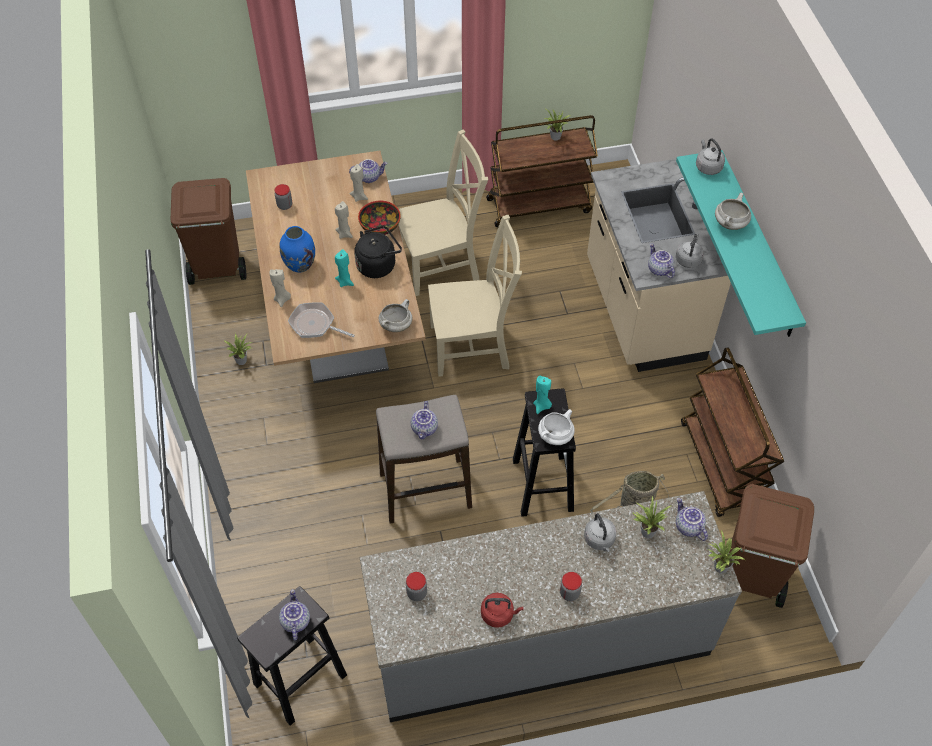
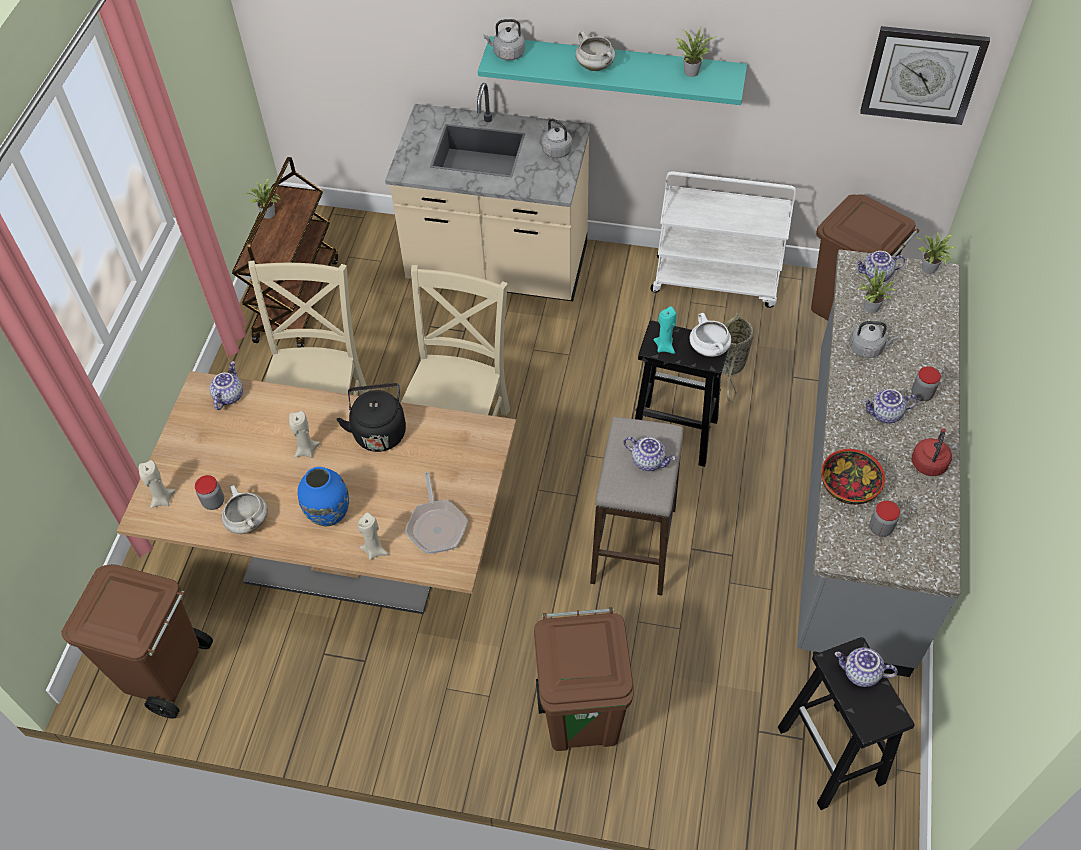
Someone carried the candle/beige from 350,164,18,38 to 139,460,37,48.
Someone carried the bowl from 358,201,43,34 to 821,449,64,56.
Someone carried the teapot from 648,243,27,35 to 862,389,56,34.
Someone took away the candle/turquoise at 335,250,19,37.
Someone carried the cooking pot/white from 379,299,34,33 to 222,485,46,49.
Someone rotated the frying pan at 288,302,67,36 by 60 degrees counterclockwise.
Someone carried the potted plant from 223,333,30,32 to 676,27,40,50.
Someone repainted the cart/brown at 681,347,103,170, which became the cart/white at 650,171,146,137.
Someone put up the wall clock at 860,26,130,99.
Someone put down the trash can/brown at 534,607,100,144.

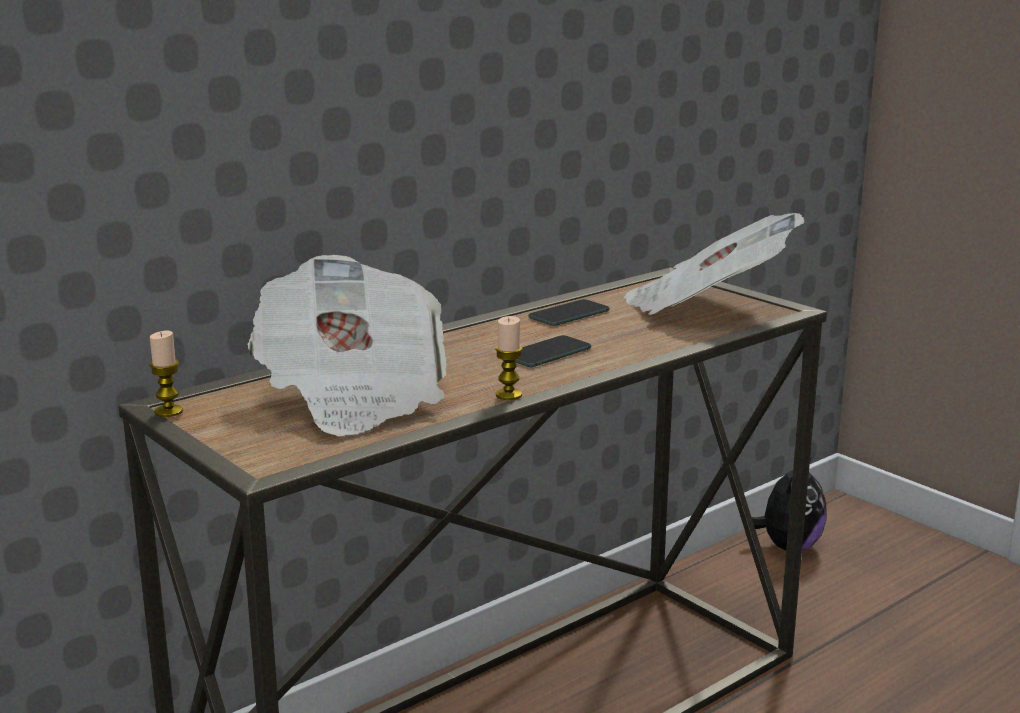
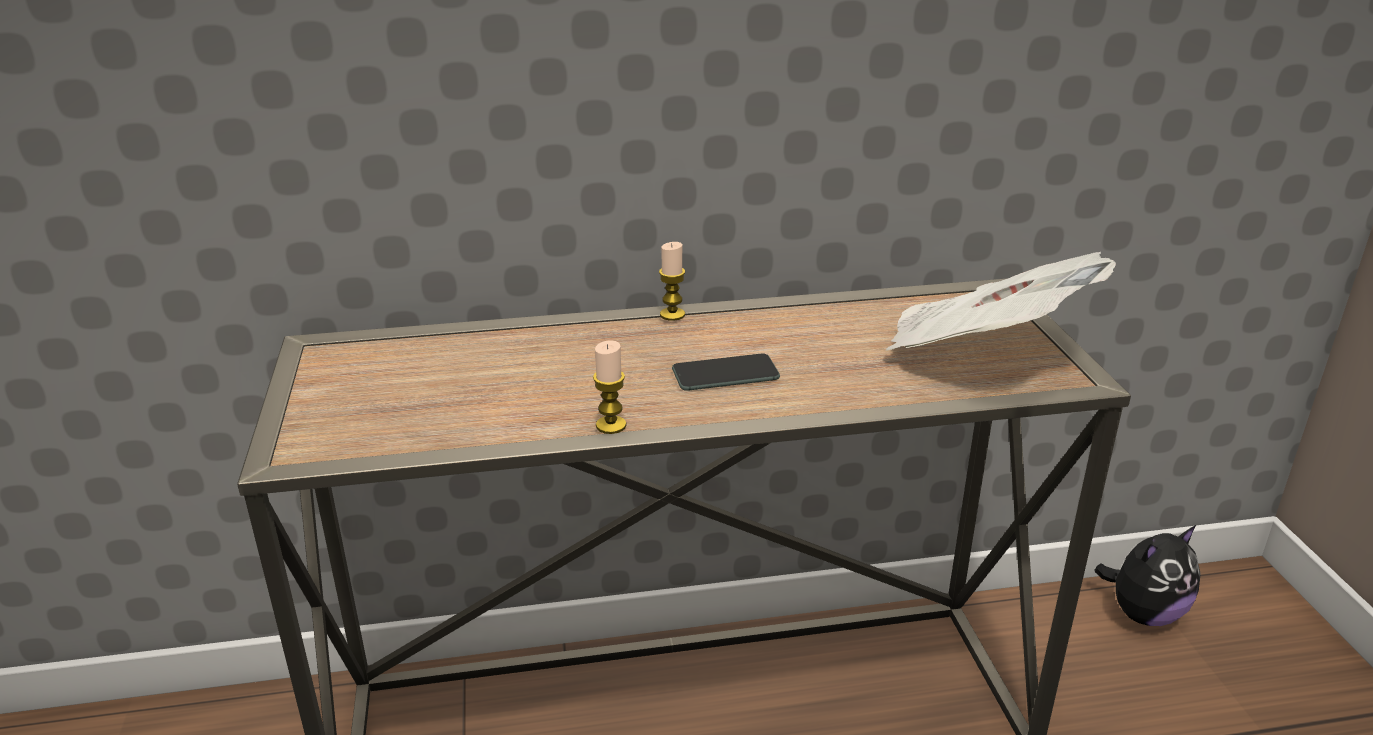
Someone took away the newspaper at 247,255,199,181.
Someone took away the phone at 528,299,82,27.
Someone carried the candle from 149,331,34,86 to 659,242,26,79.

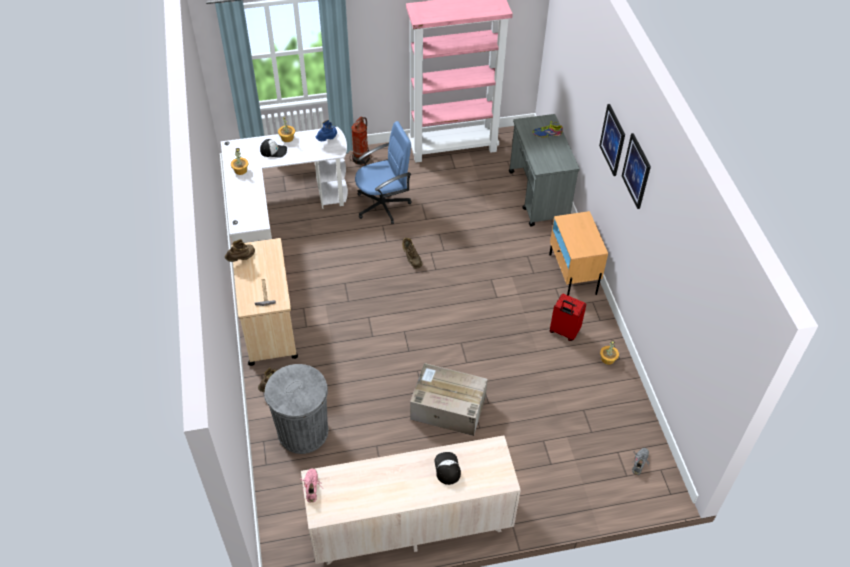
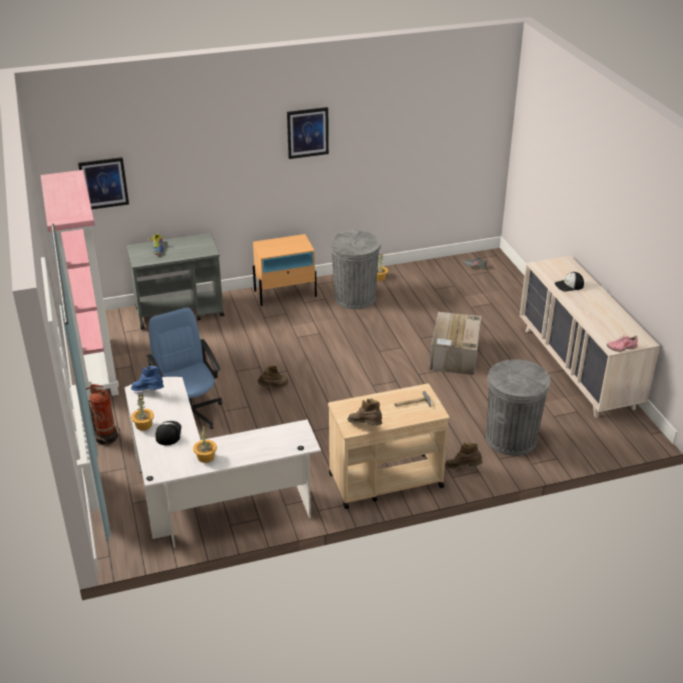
Someone carried the picture from 599,104,26,72 to 78,157,51,52.
Someone swapped the suitcase/red at 549,294,37,47 for the trash can/grey at 330,230,51,79.

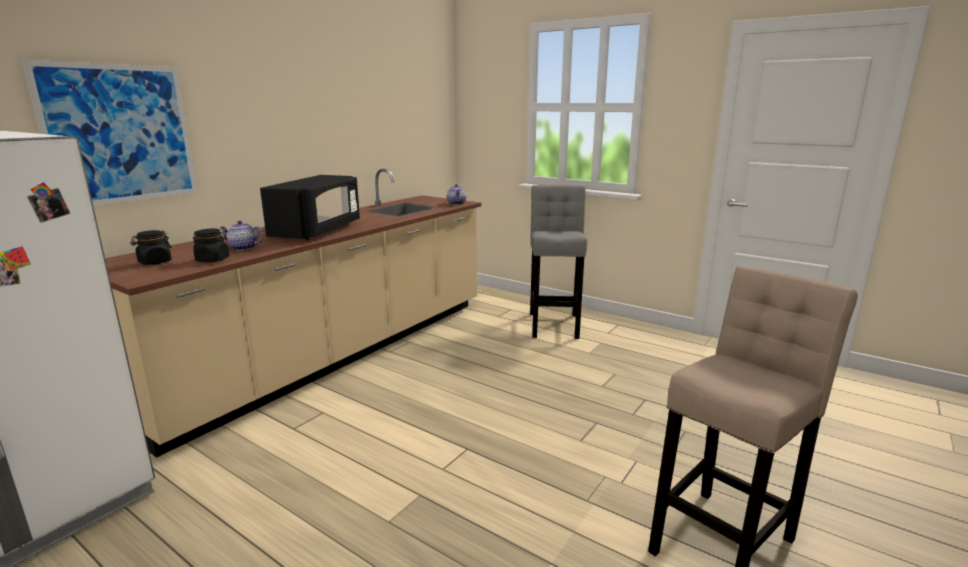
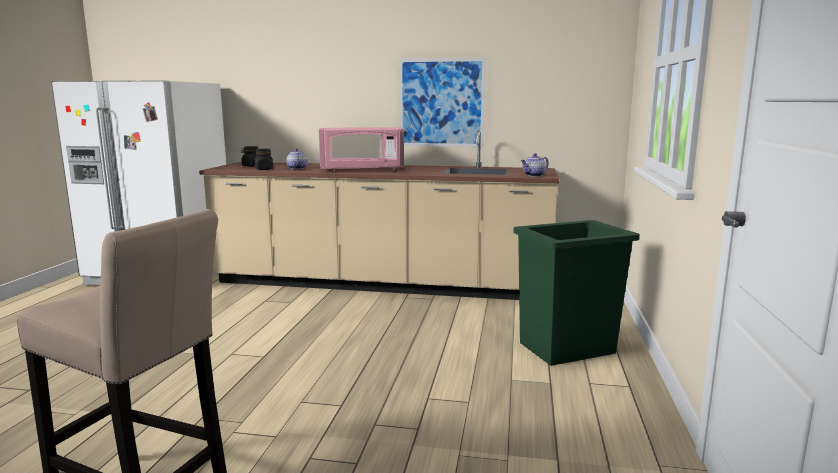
Someone carried the picture from 22,60,176,146 to 399,58,87,89.
Someone repainted the microwave/black at 260,175,100,65, which became the microwave/pink at 319,127,85,45.
Someone swapped the stool/grey at 530,185,57,154 for the trash can/green at 514,220,126,146.

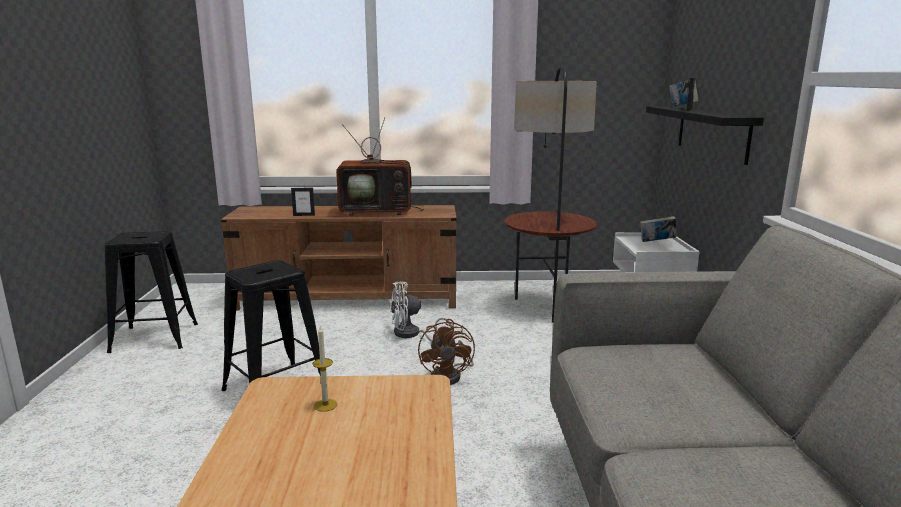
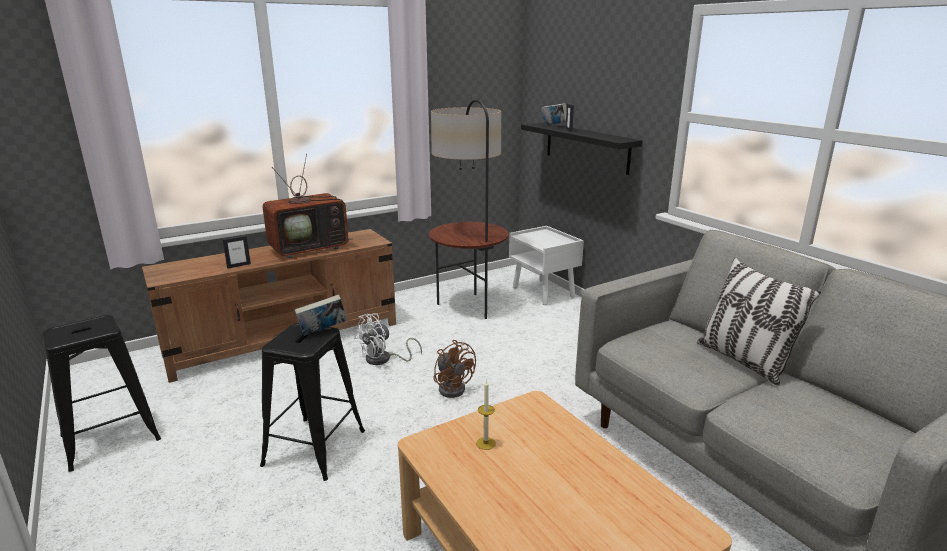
Someone carried the book from 640,216,36,26 to 294,295,53,41.
Someone put down the pillow at 697,258,124,128.

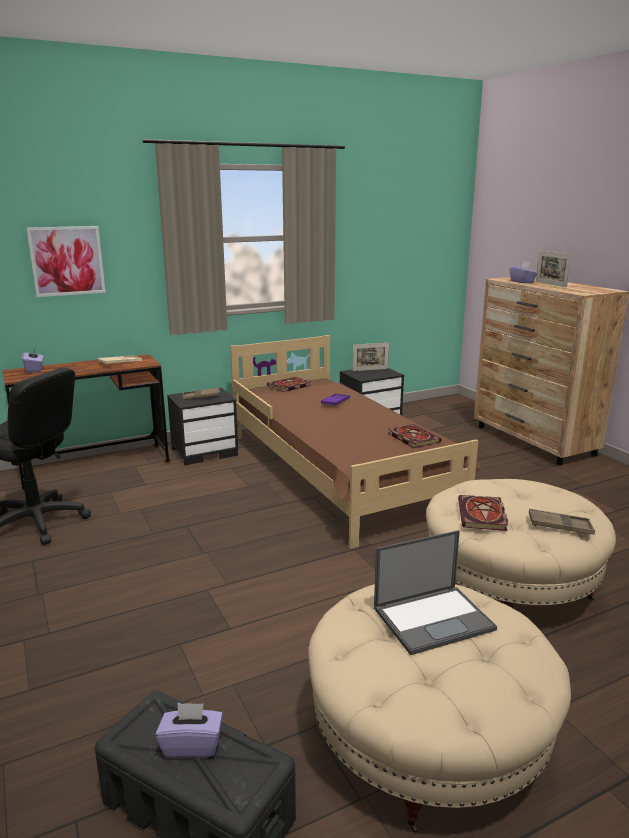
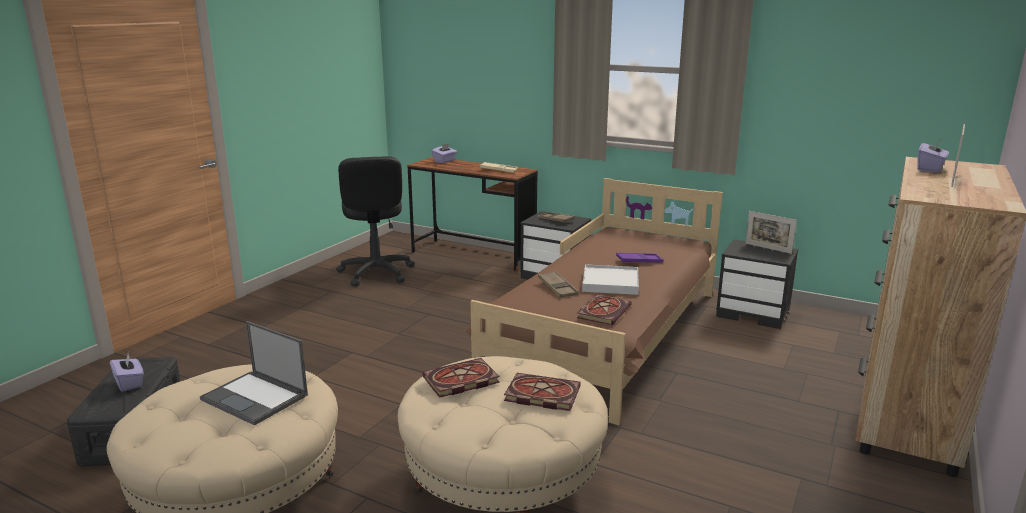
Someone took away the picture at 26,226,80,71.
Someone carried the book from 267,377,44,15 to 504,373,77,38.
Someone carried the tray/brown from 529,509,66,26 to 538,272,41,26.
Someone put down the tray/white at 582,264,57,31.

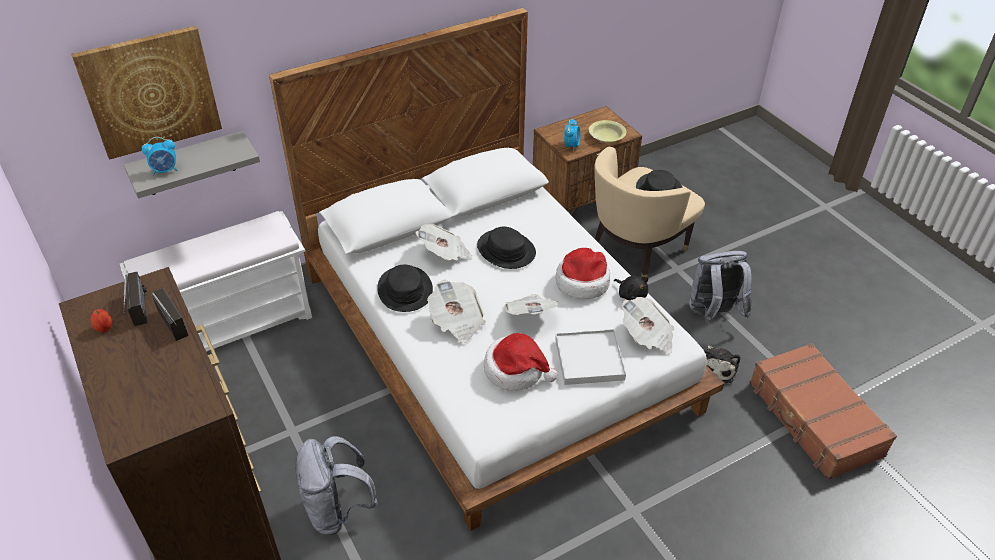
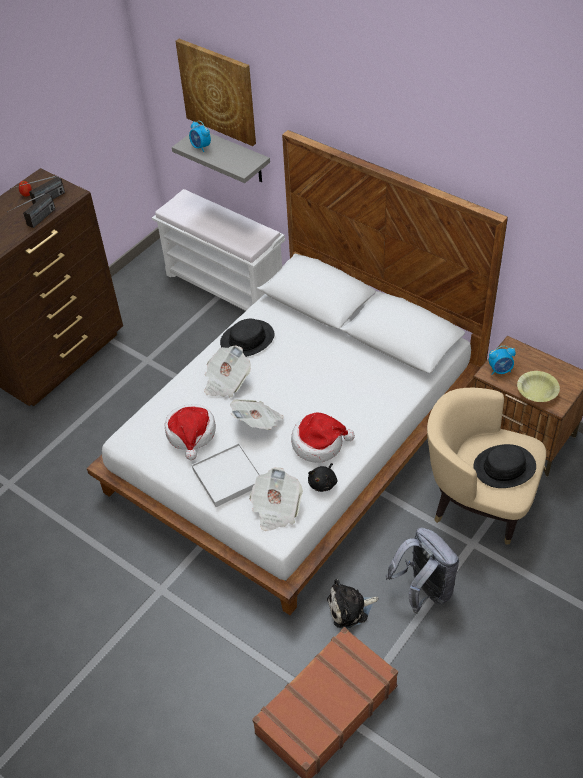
Someone took away the newspaper at 416,223,56,38.
Someone took away the hat/black at 477,227,59,42.
Someone took away the backpack/grey at 295,436,83,99.

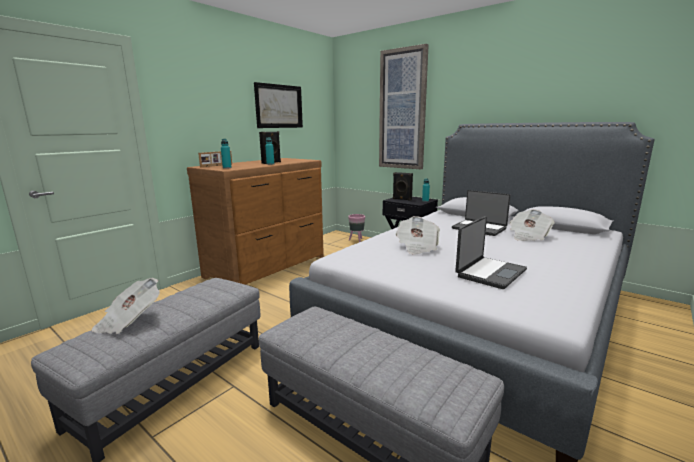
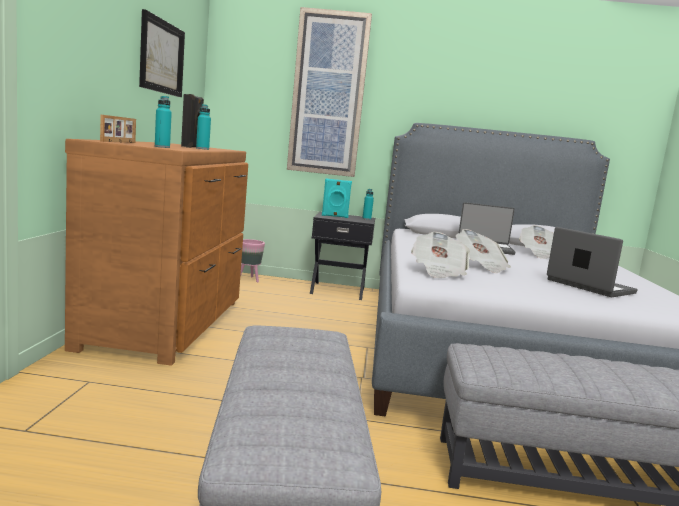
Someone repainted the speaker/black at 393,172,20,29, which became the speaker/turquoise at 322,178,30,40.
Someone rotated the laptop at 455,216,72,73 by 45 degrees counterclockwise.
Someone carried the newspaper from 92,278,68,56 to 411,232,59,46.

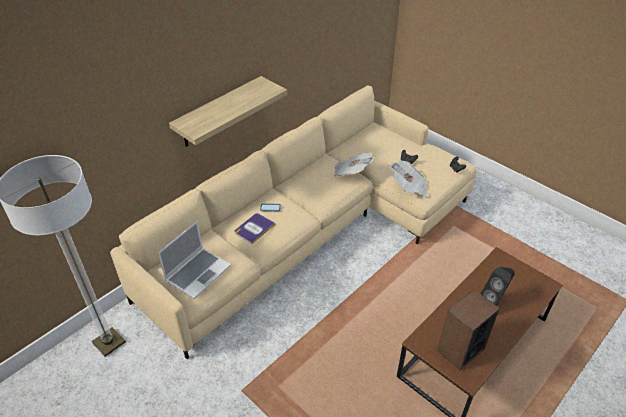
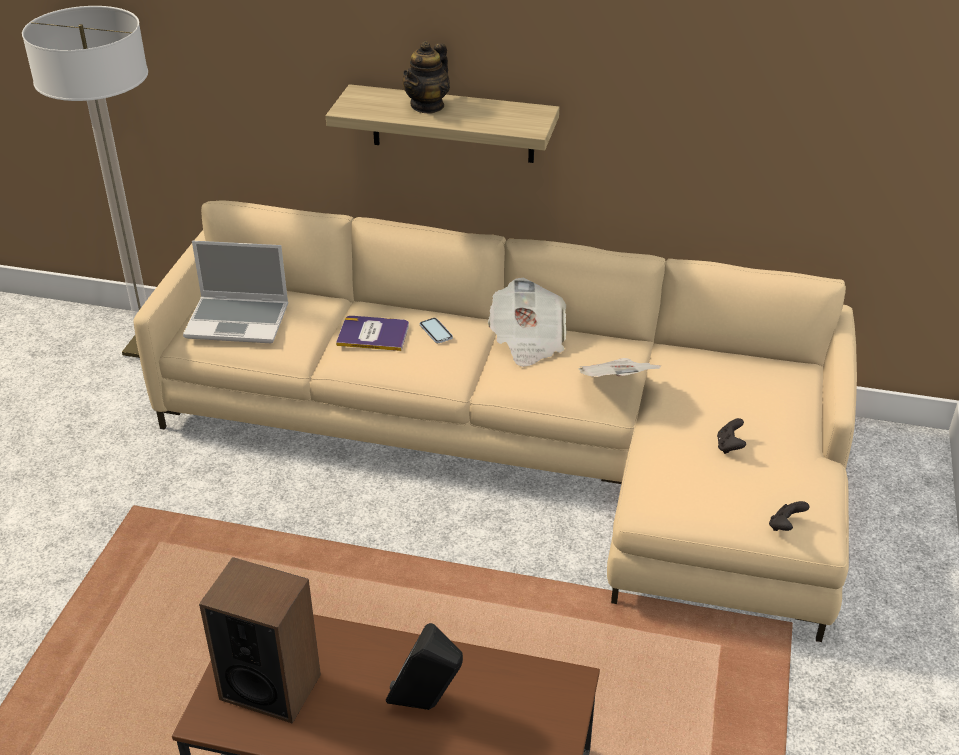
Someone carried the newspaper from 391,161,37,36 to 488,277,78,90.
Someone put down the teapot at 403,41,47,73.

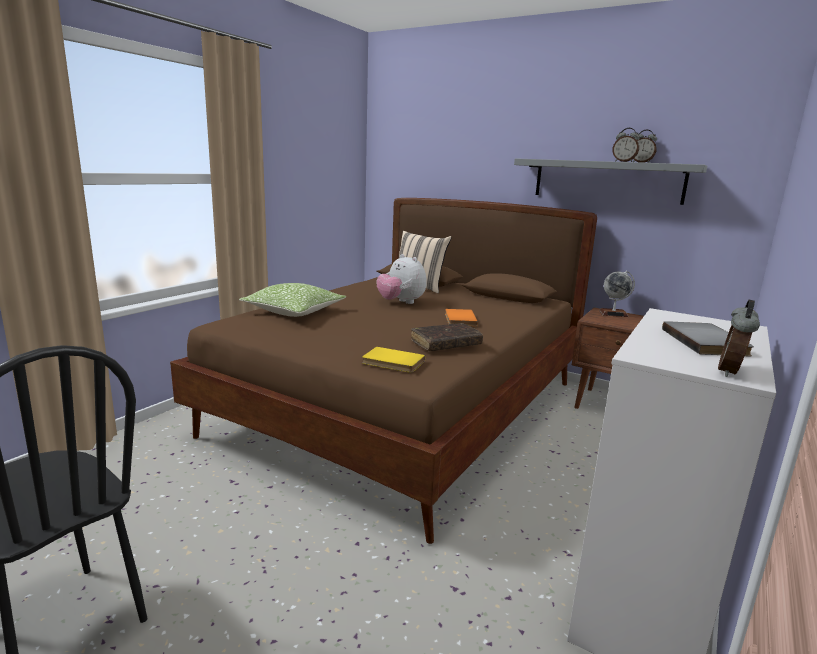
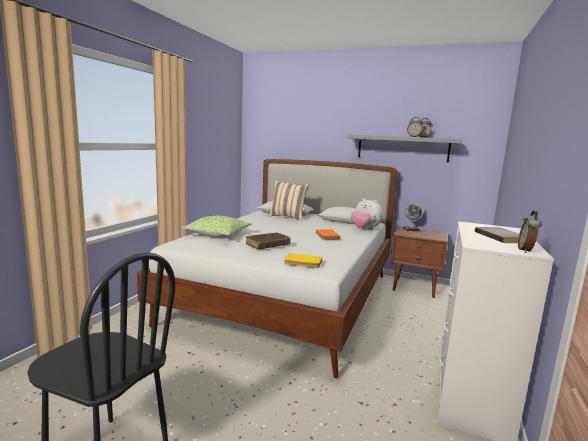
Someone repainted the bed/brown at 170,198,427,346, which became the bed/white at 137,159,261,219.
Someone carried the plush toy from 376,254,51,50 to 351,198,32,32.
Someone carried the book/brown from 411,323,72,28 to 246,232,45,17.

